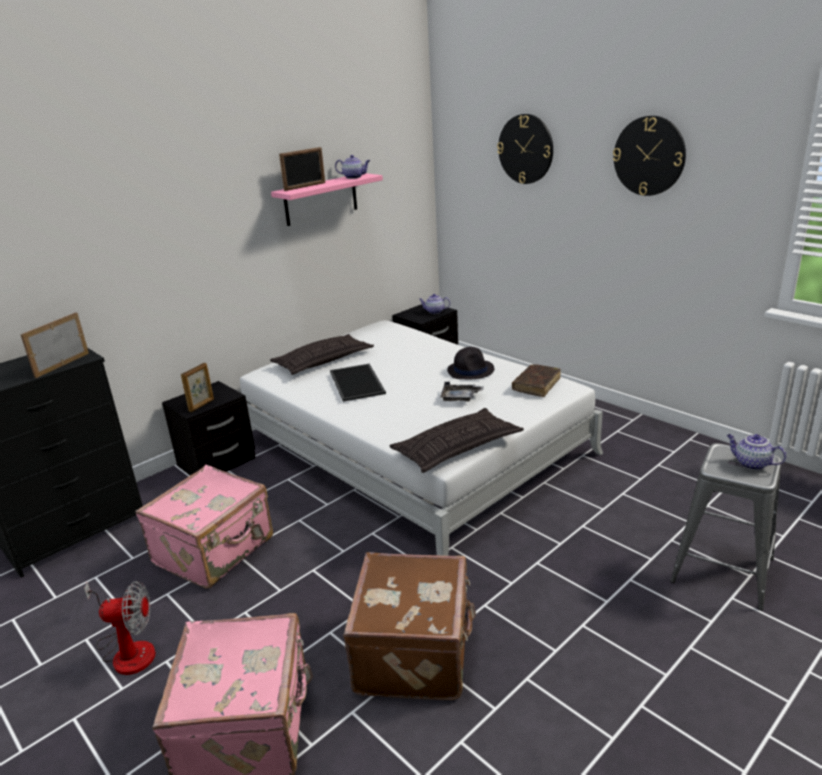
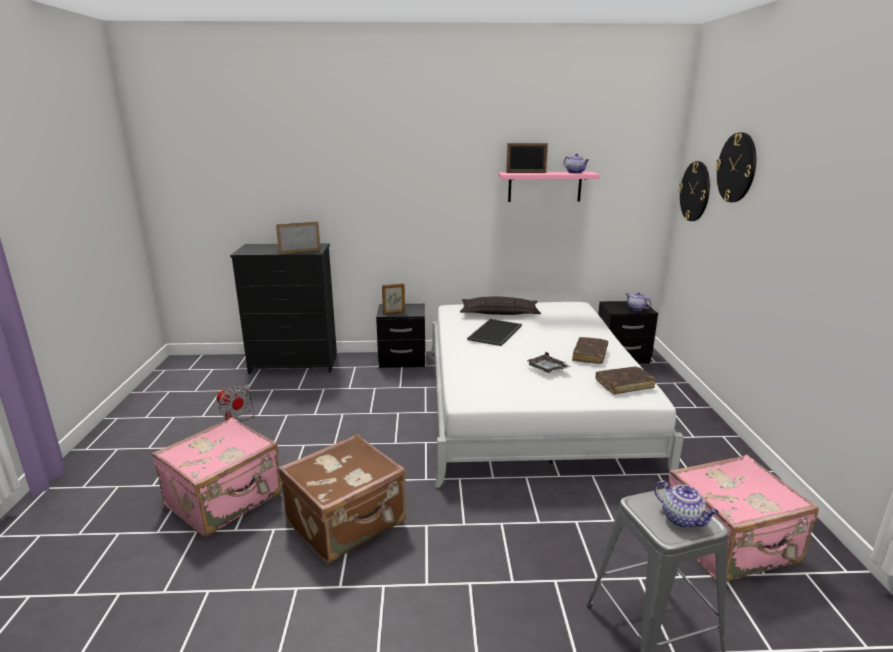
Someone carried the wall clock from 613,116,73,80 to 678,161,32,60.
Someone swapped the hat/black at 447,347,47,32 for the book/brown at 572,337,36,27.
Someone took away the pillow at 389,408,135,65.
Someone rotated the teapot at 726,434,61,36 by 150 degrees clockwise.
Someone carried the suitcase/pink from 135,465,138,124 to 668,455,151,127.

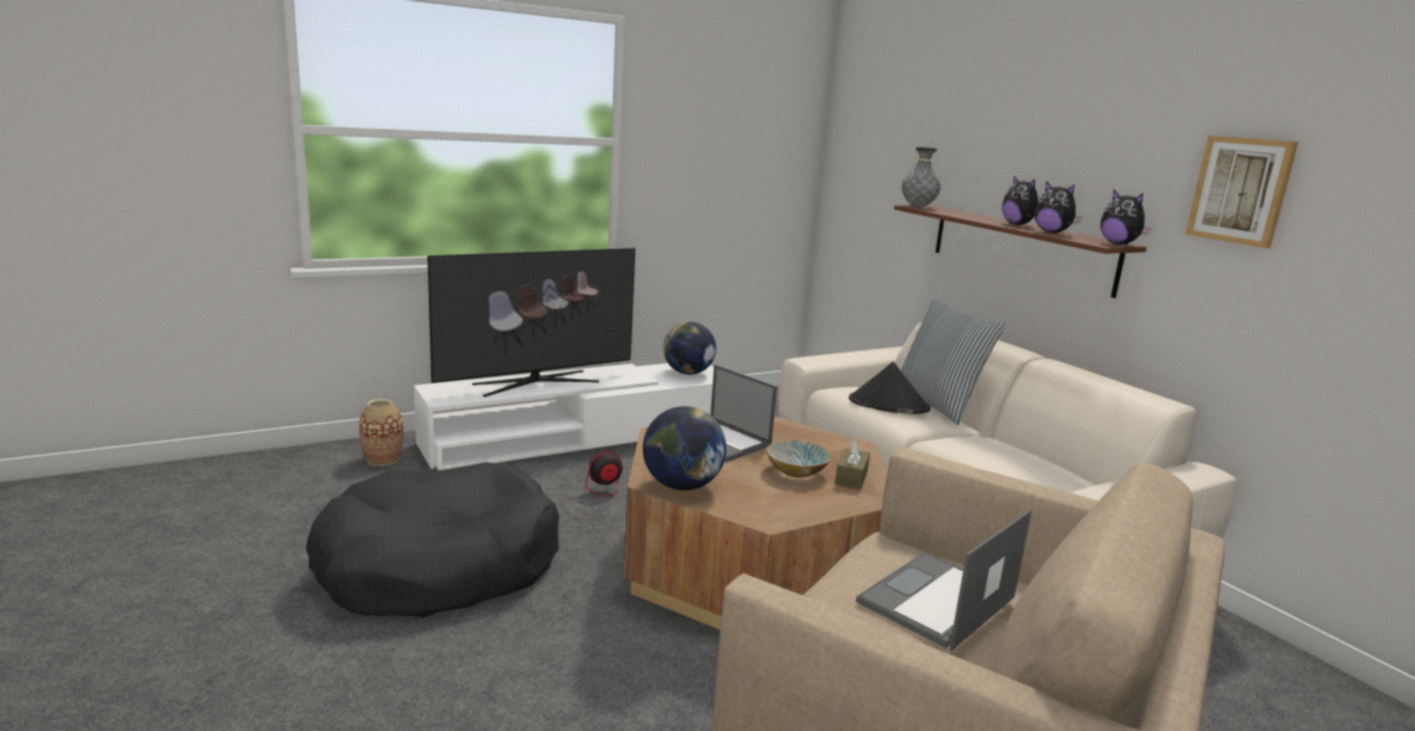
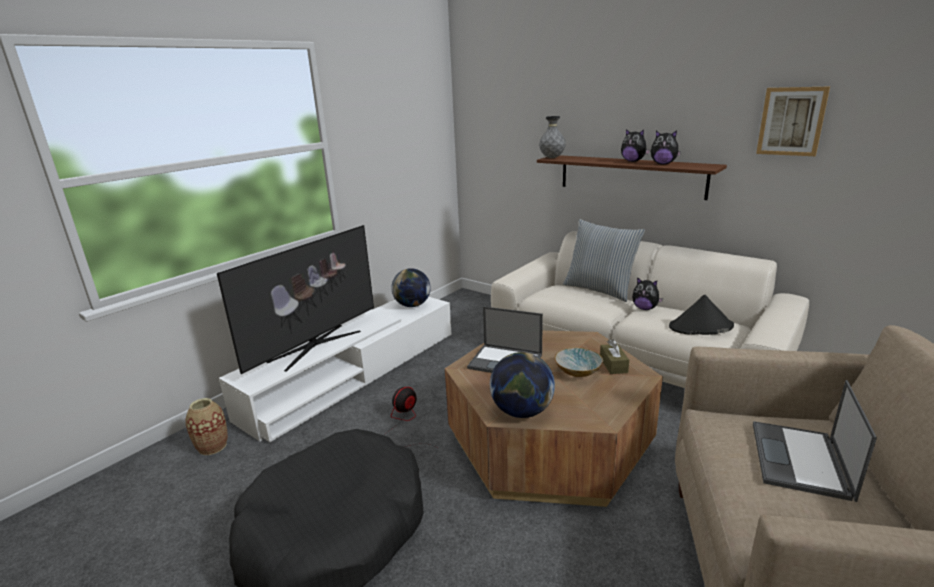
Someone carried the plush toy from 1100,190,52,54 to 632,277,31,33.
Someone carried the hat/black from 849,362,82,52 to 669,295,65,40.

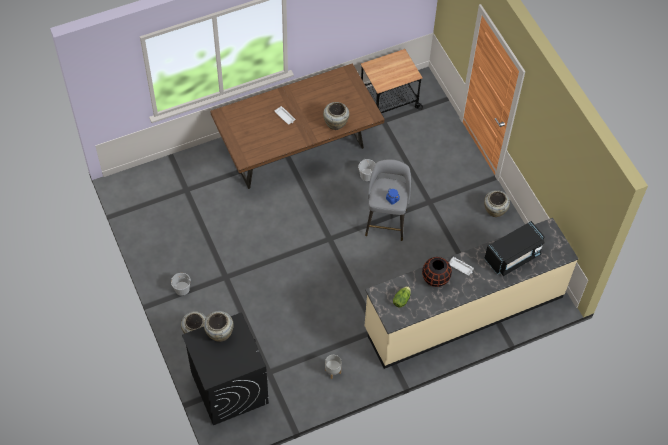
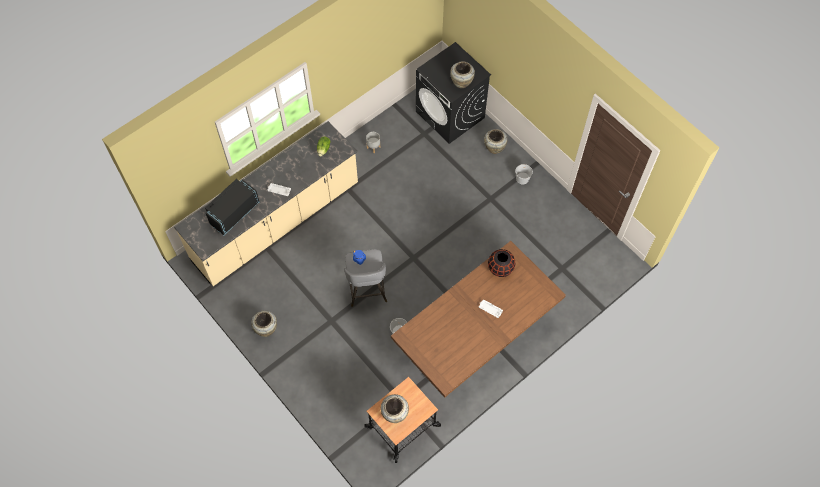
Someone carried the vase/beige from 323,102,26,28 to 381,394,28,29.
Someone carried the vase/black from 422,257,30,30 to 488,249,27,28.

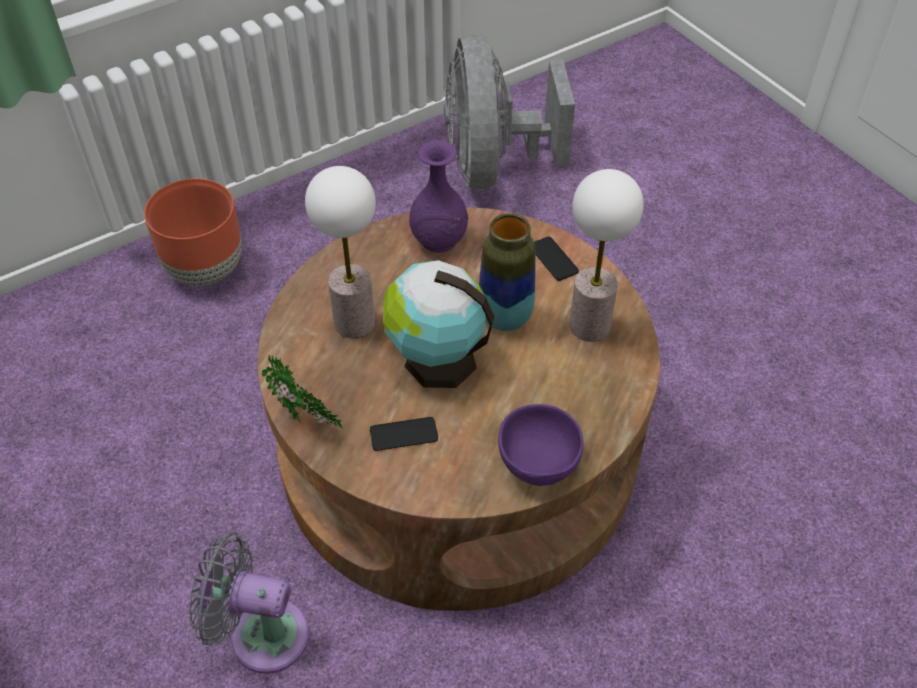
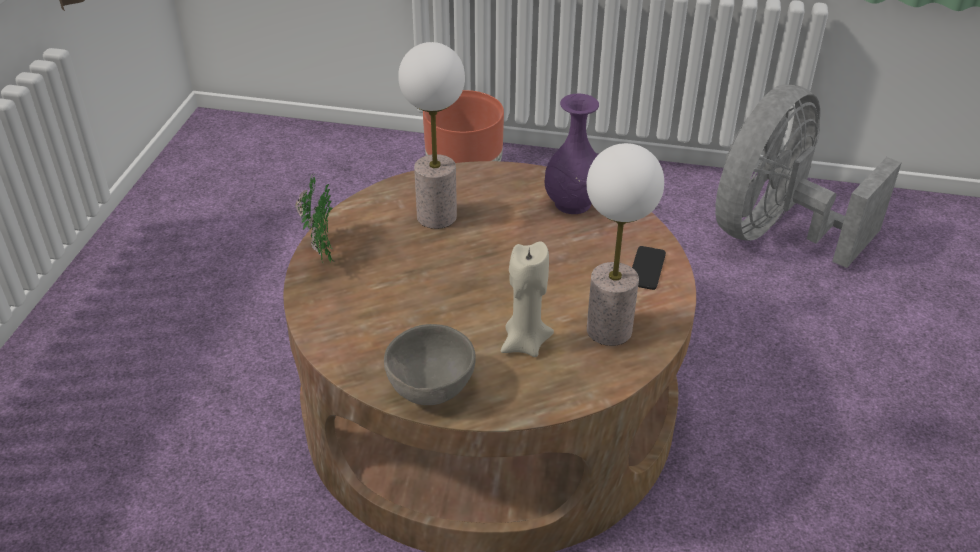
Someone took away the vase at 479,213,57,118.
Someone took away the globe at 383,260,112,128.
Someone repainted the bowl/purple at 498,404,85,82, which became the bowl/grey at 384,324,92,81.
Someone took away the phone at 370,417,68,34.
Someone took away the fan/grey at 189,532,120,142.
Someone put down the candle/beige at 501,241,53,116.

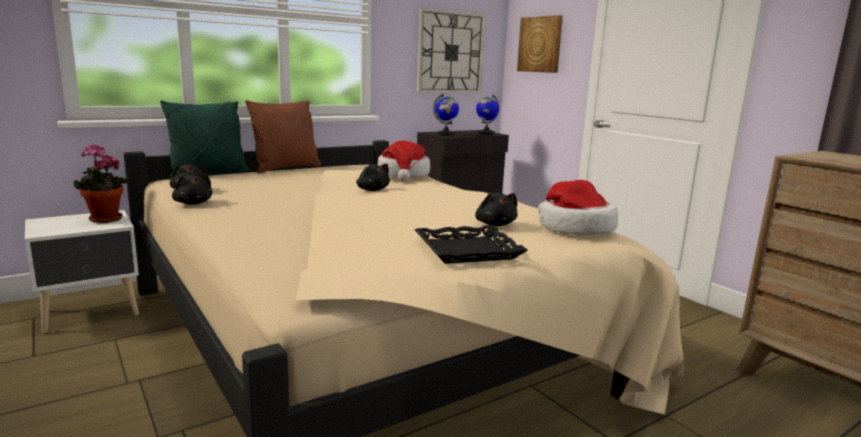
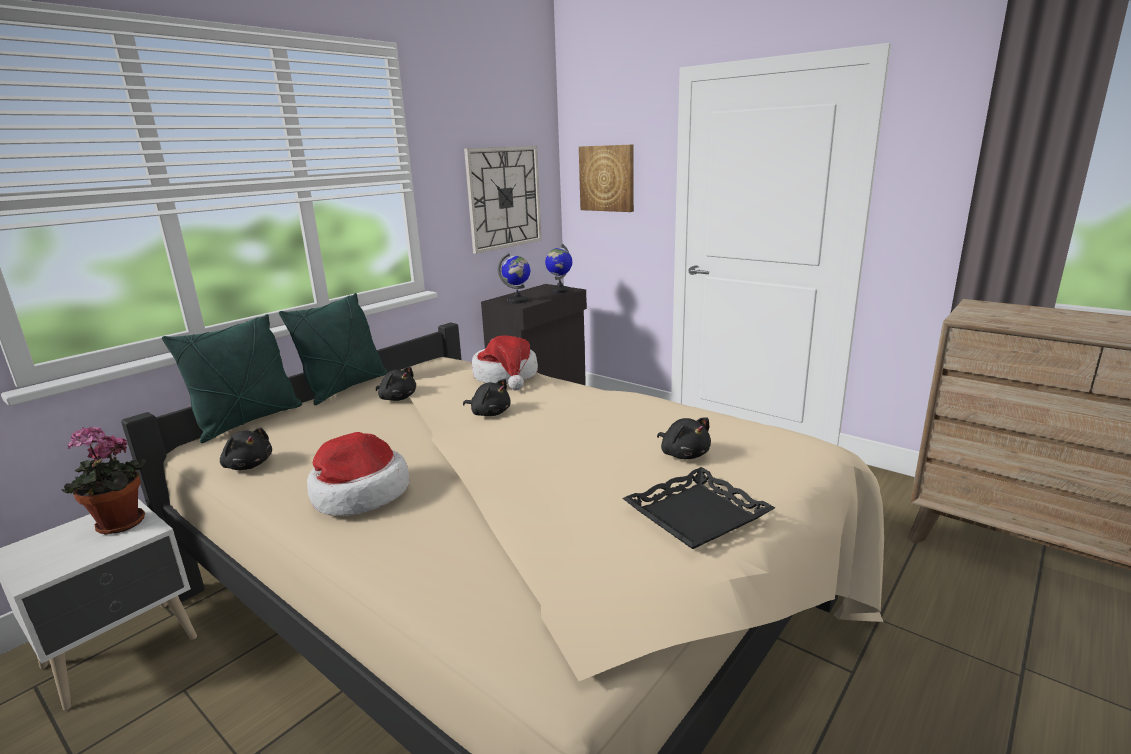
Someone repainted the pillow/brown at 245,100,77,73, which became the pillow/green at 279,293,108,112.
Someone carried the plush toy/black from 172,173,40,32 to 376,367,40,34.
Someone carried the hat from 538,180,80,55 to 307,432,103,84.

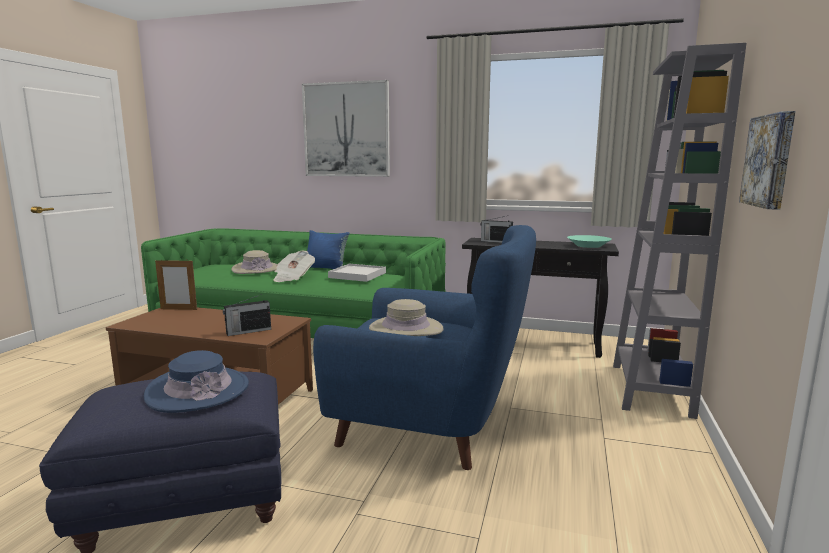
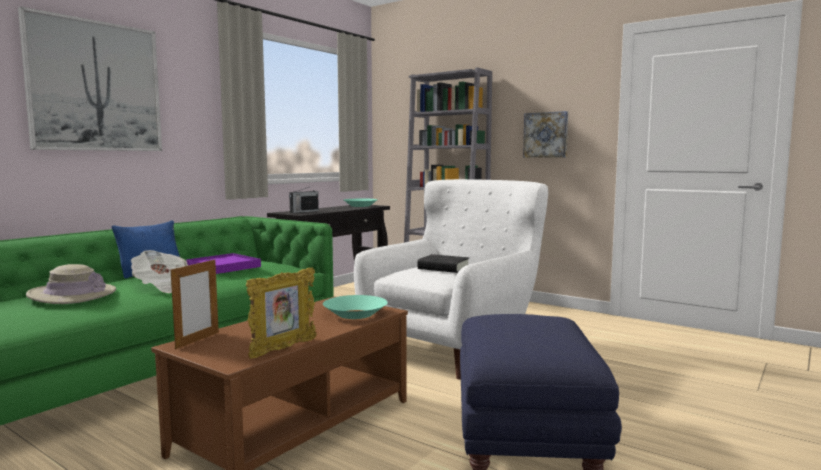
Someone repainted the armchair/blue at 313,225,223,245, which became the armchair/white at 354,179,194,201.
Someone repainted the tray/white at 328,264,58,18, which became the tray/purple at 186,253,75,21.
Someone swapped the radio at 223,294,48,42 for the bowl/turquoise at 323,295,65,24.
Someone swapped the hat/beige at 369,299,75,37 for the book/black at 417,254,52,19.
Someone took away the hat/blue at 144,350,105,63.
Someone put down the picture frame at 246,267,70,92.

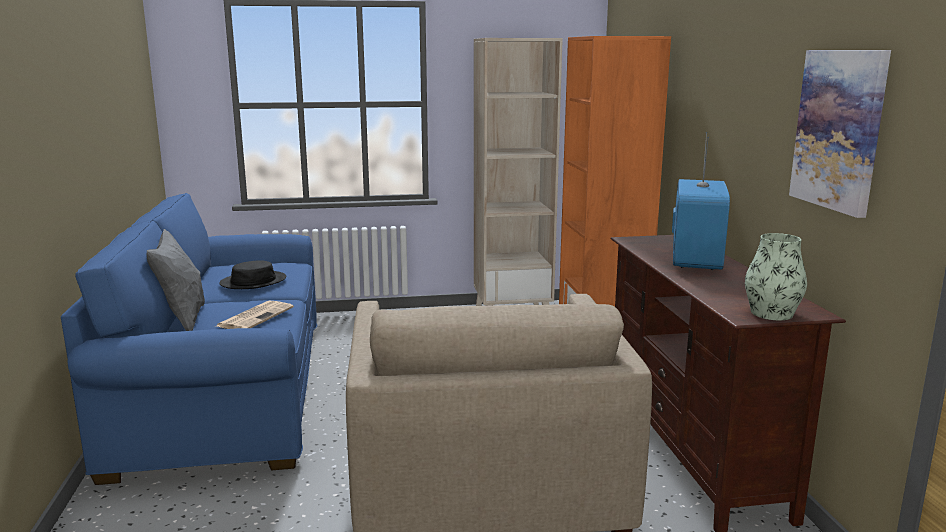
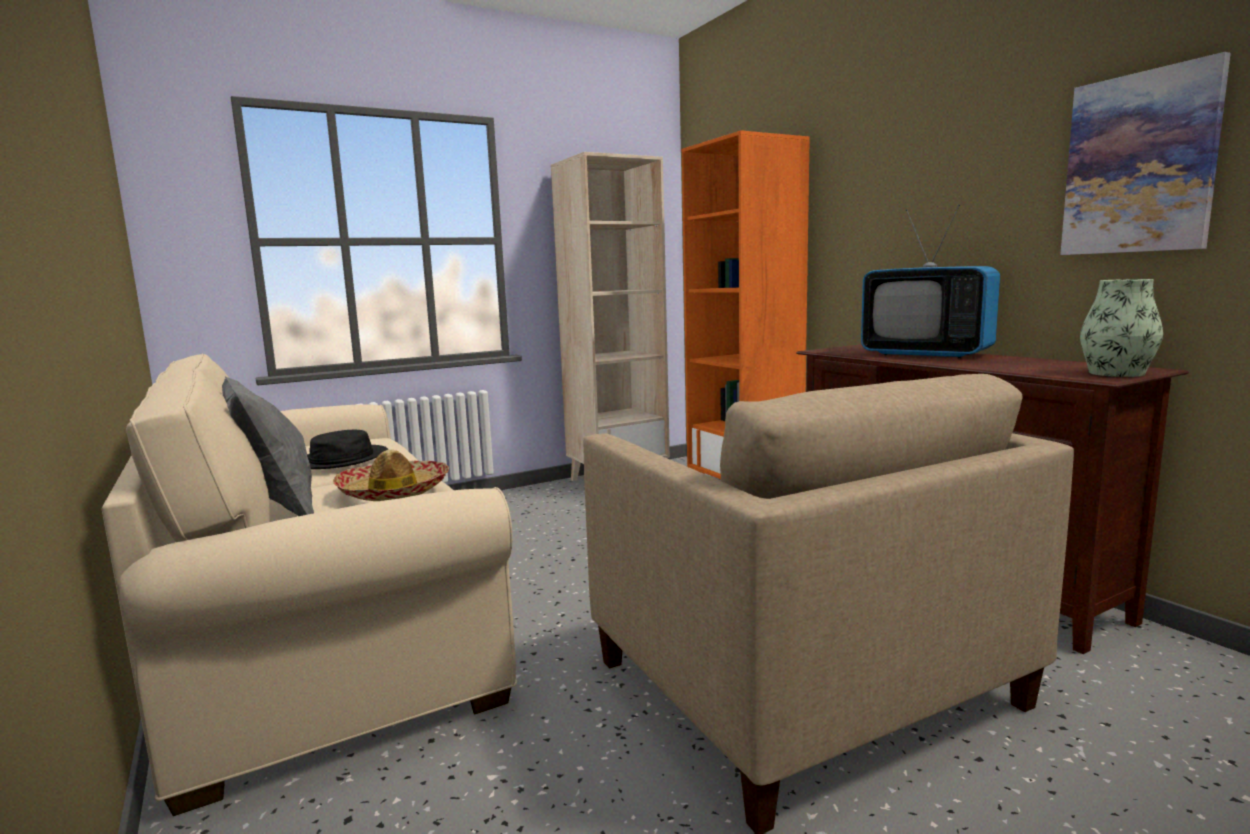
Someone rotated the television at 672,132,58,138 by 135 degrees clockwise.
Someone repainted the sofa/blue at 61,193,256,292, which became the sofa/beige at 102,353,415,463.
Someone swapped the newspaper at 217,300,77,29 for the hat at 333,449,116,52.

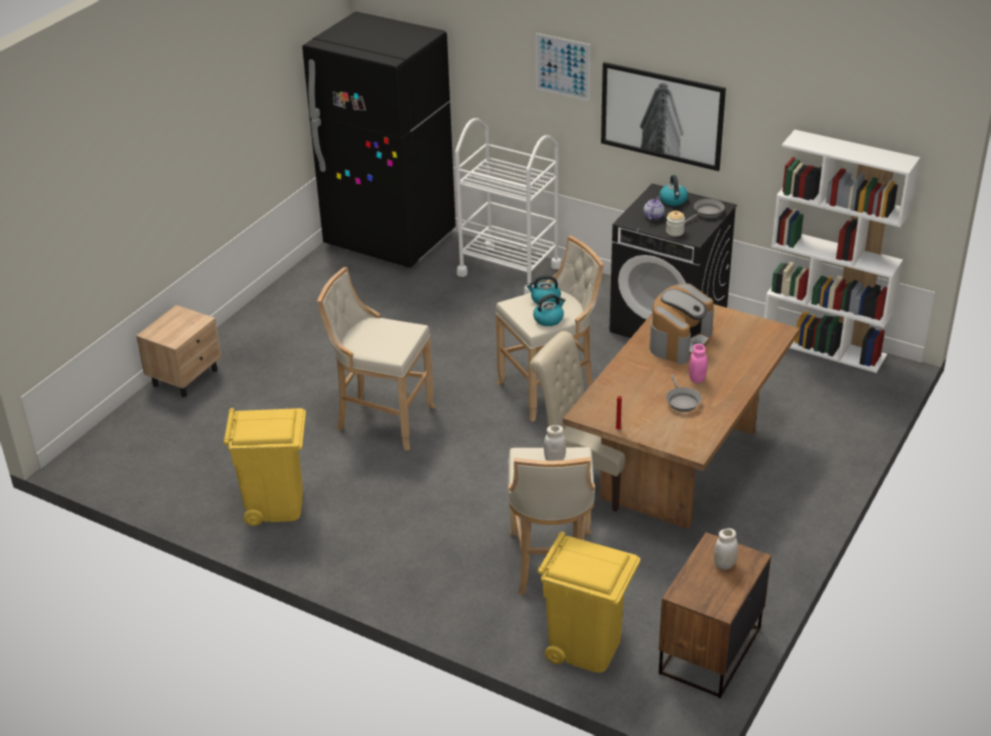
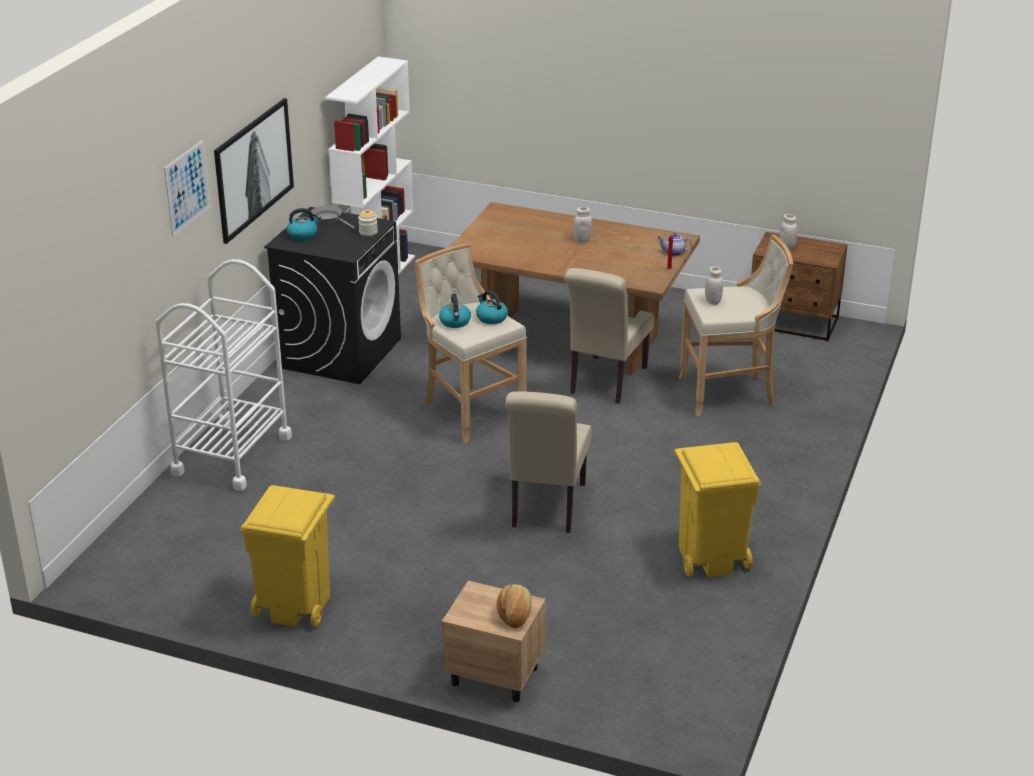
Someone took away the fridge/black at 302,11,154,257.
Someone carried the teapot from 644,196,21,25 to 657,233,36,23.
Someone swapped the stool/beige at 317,267,118,184 for the chair/beige at 505,391,86,142.
Someone took away the coffee machine at 649,283,65,81.
Someone repainted the jar/pink at 689,344,19,39, which became the jar/white at 573,207,19,35.
Someone took away the frying pan/grey at 666,375,36,37.
Someone carried the trash can/yellow from 538,532,102,141 to 241,485,94,142.
Someone put down the bread at 496,584,36,44.

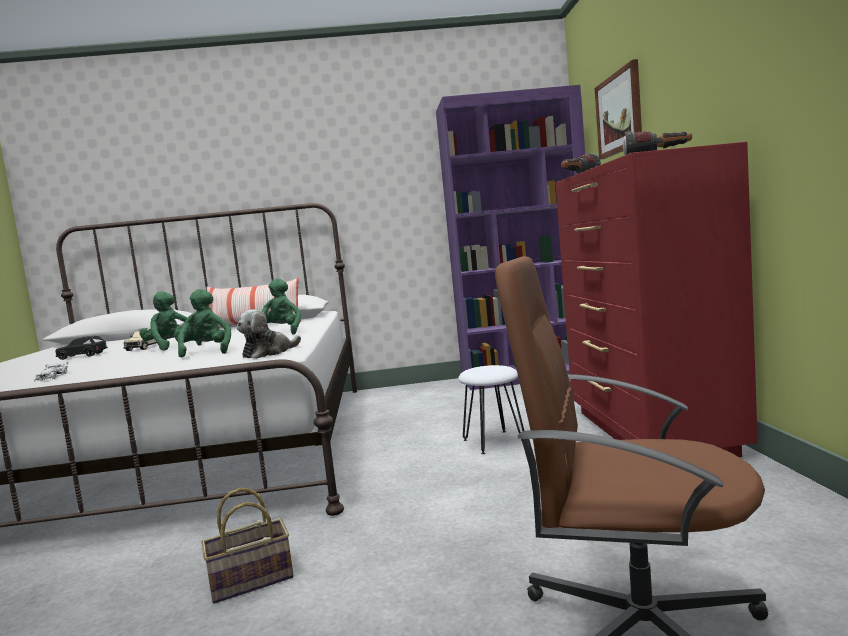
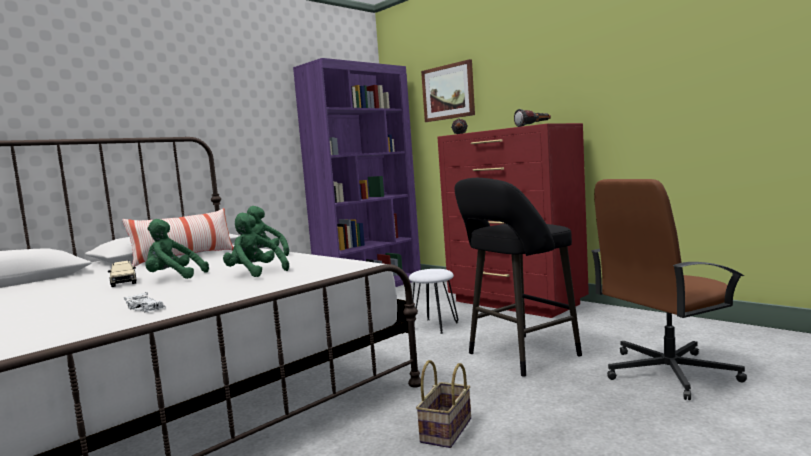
Someone took away the plush toy at 237,309,64,50.
Someone took away the toy car/black at 55,336,53,24.
Someone put down the stool/black at 455,178,127,198.

